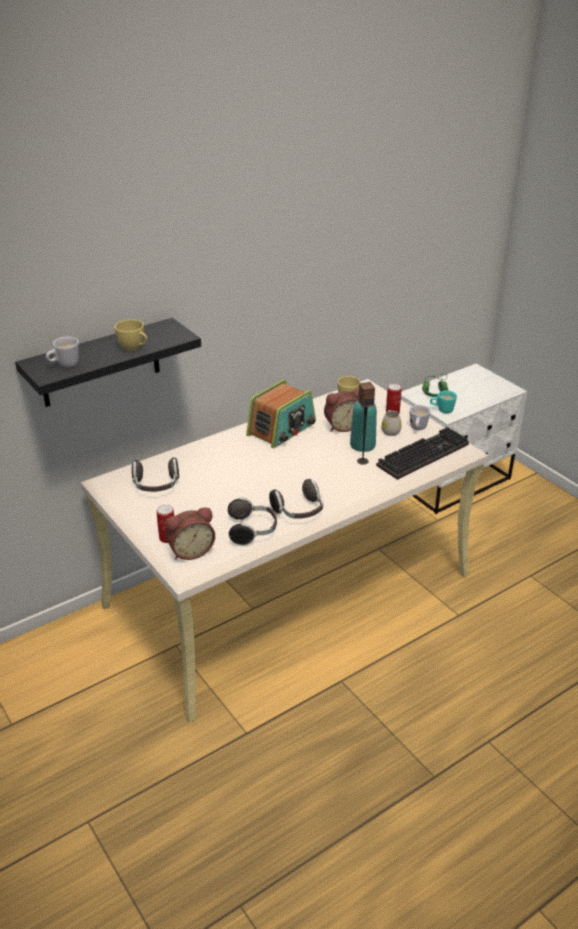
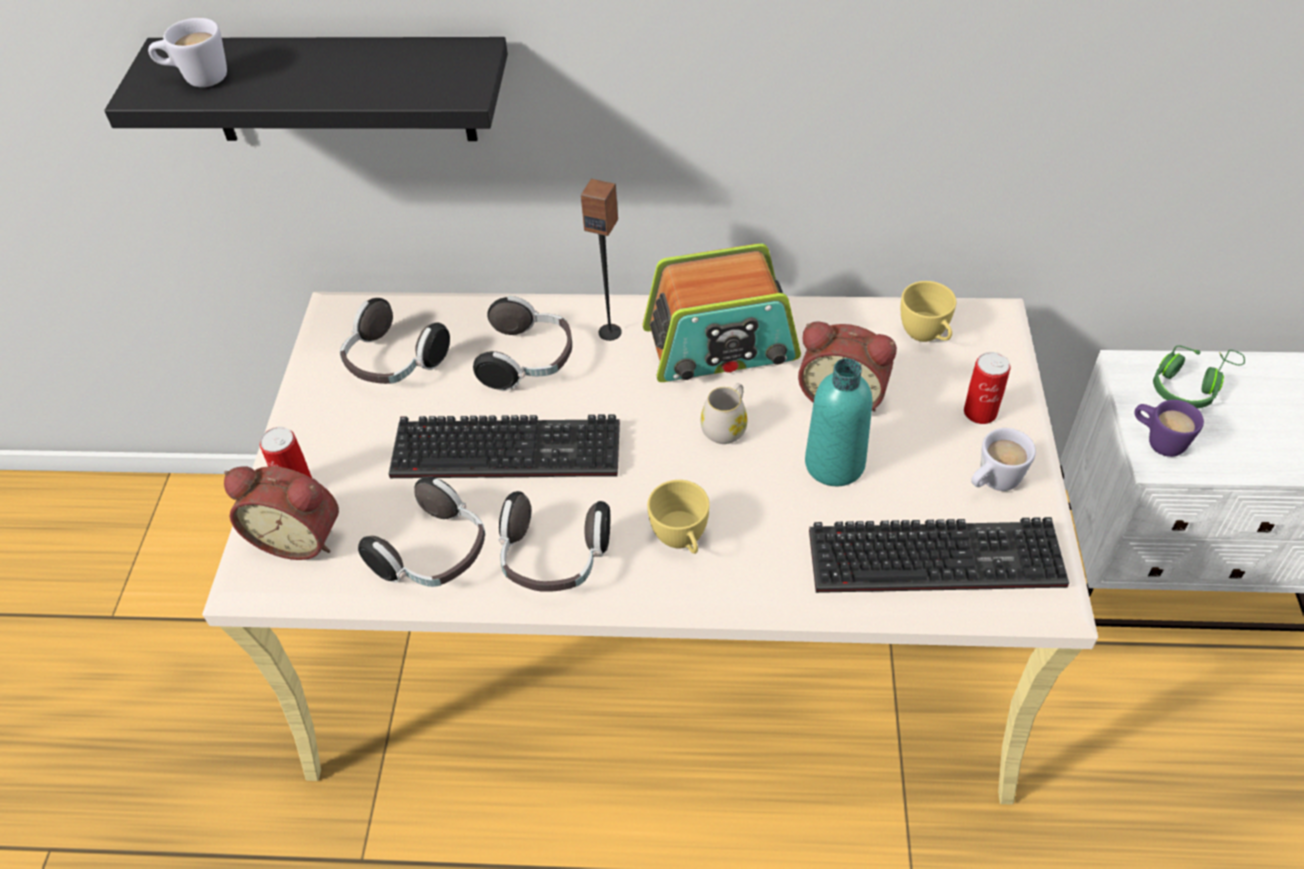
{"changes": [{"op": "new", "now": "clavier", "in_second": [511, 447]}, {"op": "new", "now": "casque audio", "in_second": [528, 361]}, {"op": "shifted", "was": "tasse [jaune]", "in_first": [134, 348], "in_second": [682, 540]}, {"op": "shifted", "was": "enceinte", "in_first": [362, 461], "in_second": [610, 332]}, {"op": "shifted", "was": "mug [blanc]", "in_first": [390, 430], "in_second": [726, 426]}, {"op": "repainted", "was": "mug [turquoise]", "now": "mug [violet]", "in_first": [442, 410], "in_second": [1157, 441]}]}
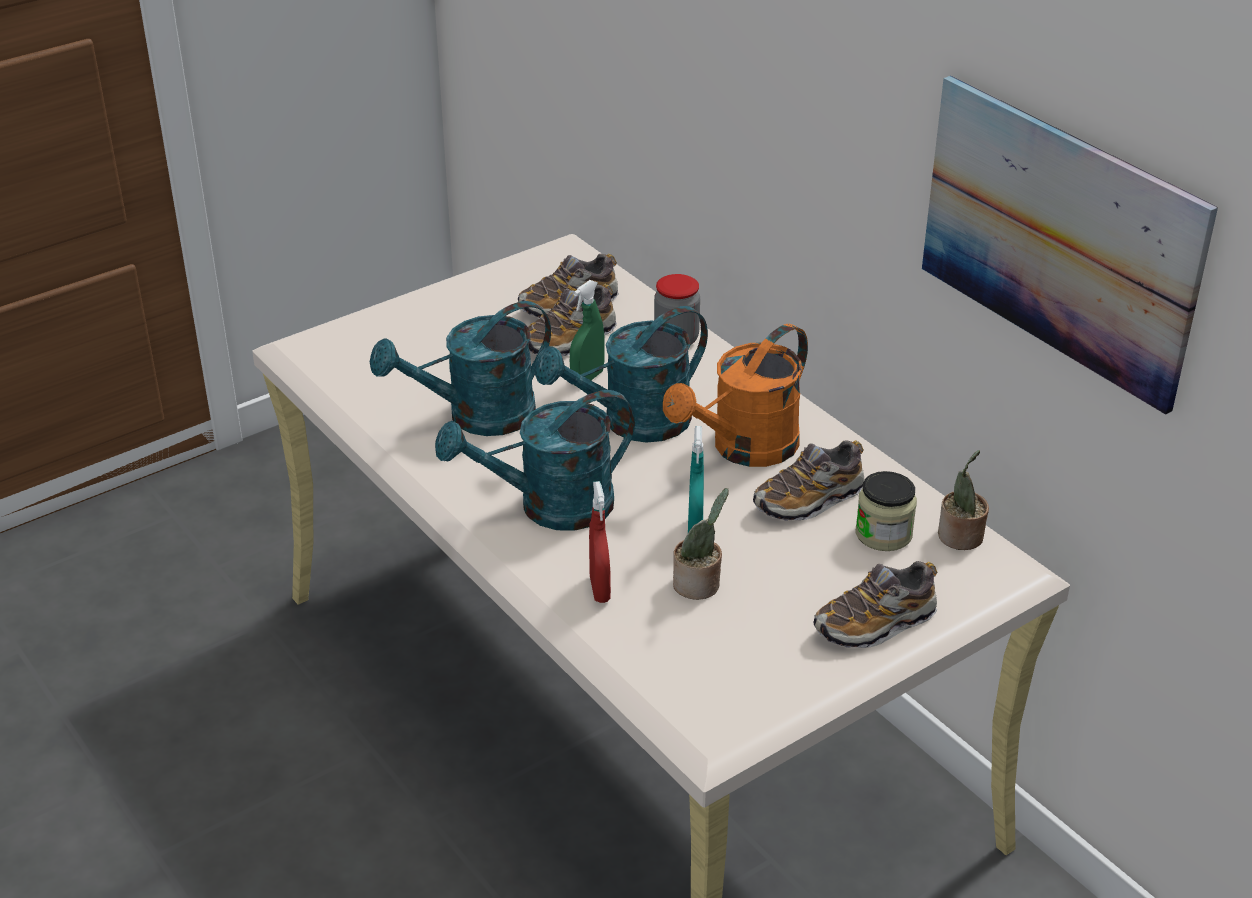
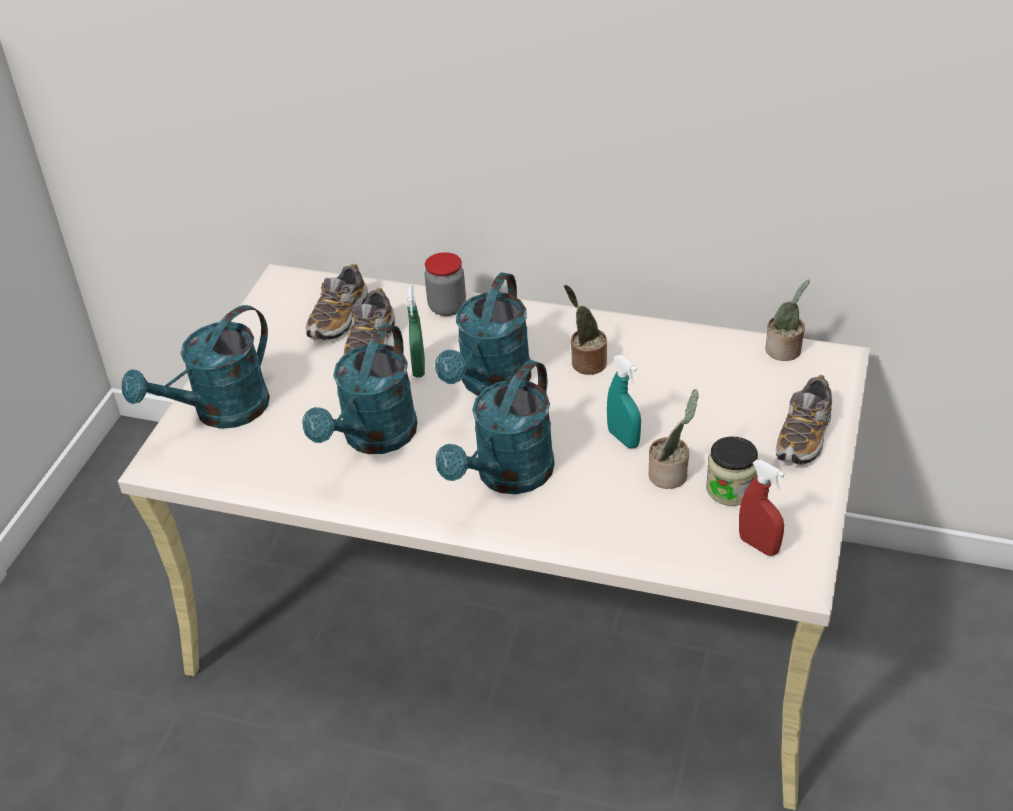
{"changes": [{"op": "gone", "was": "chaussure", "in_first": [809, 500]}, {"op": "gone", "was": "tableau", "in_first": [1058, 239]}, {"op": "new", "now": "arrosoir [turquoise]", "in_second": [220, 412]}, {"op": "shifted", "was": "vaporisateur [rouge]", "in_first": [599, 589], "in_second": [758, 545]}, {"op": "shifted", "was": "bocal", "in_first": [883, 534], "in_second": [730, 489]}, {"op": "swapped", "was": "arrosoir [orange]", "now": "plante en pot", "in_first": [744, 449], "in_second": [586, 363]}]}
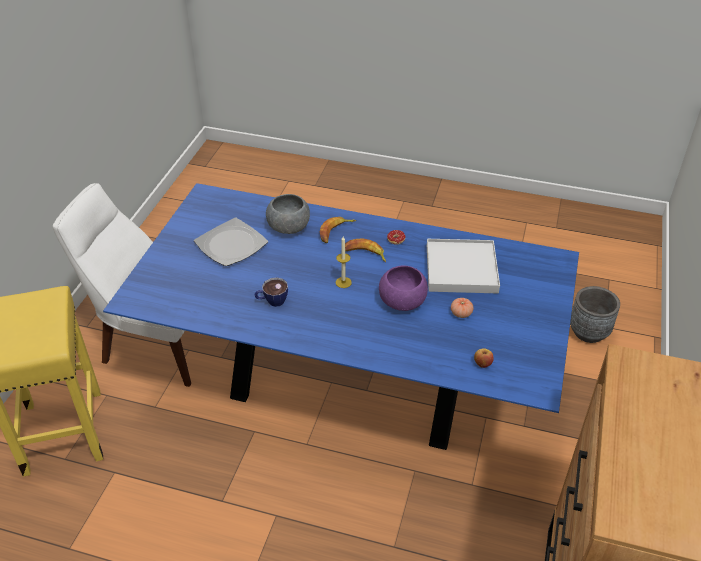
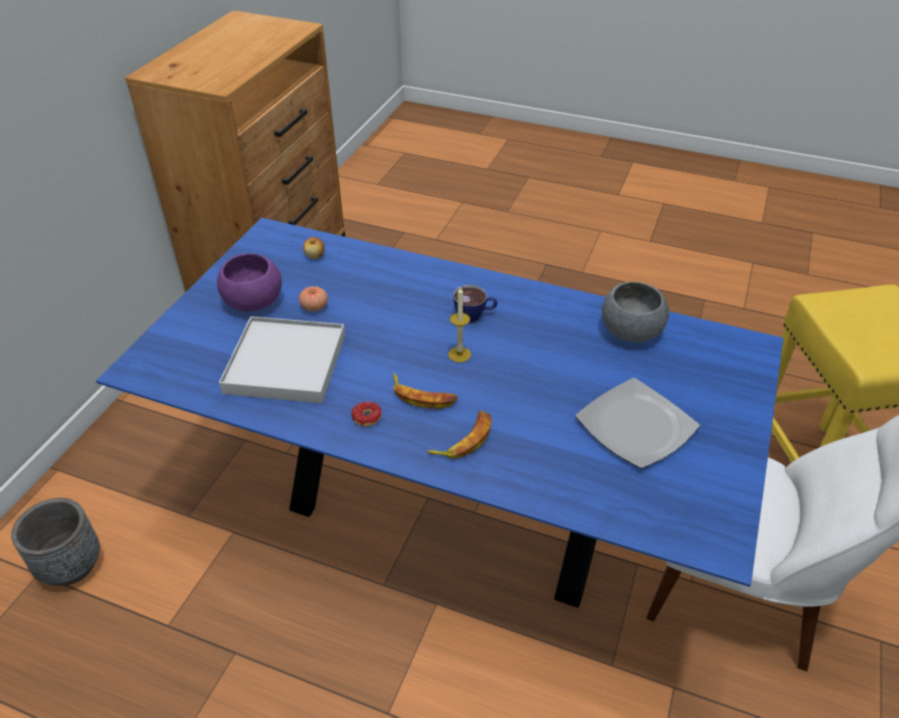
{"changes": [{"op": "shifted", "was": "tasse", "in_first": [272, 301], "in_second": [475, 315]}, {"op": "shifted", "was": "bol [gris]", "in_first": [289, 227], "in_second": [630, 331]}, {"op": "shifted", "was": "bol [violet]", "in_first": [402, 301], "in_second": [253, 301]}]}
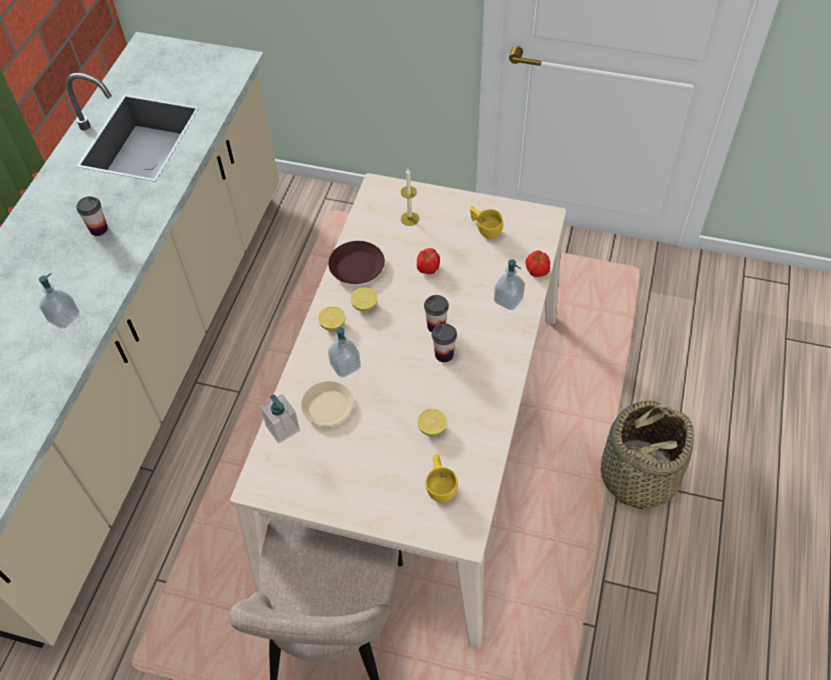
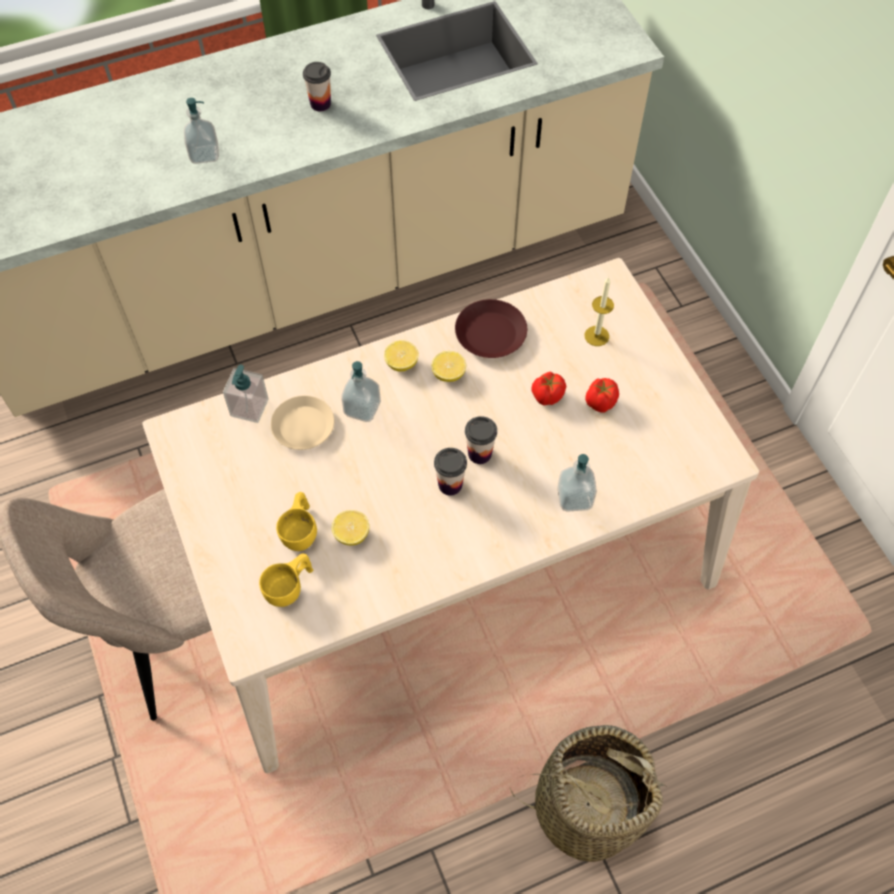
{"changes": [{"op": "shifted", "was": "tasse [jaune]", "in_first": [485, 229], "in_second": [301, 531]}, {"op": "shifted", "was": "tomate", "in_first": [537, 271], "in_second": [600, 402]}]}
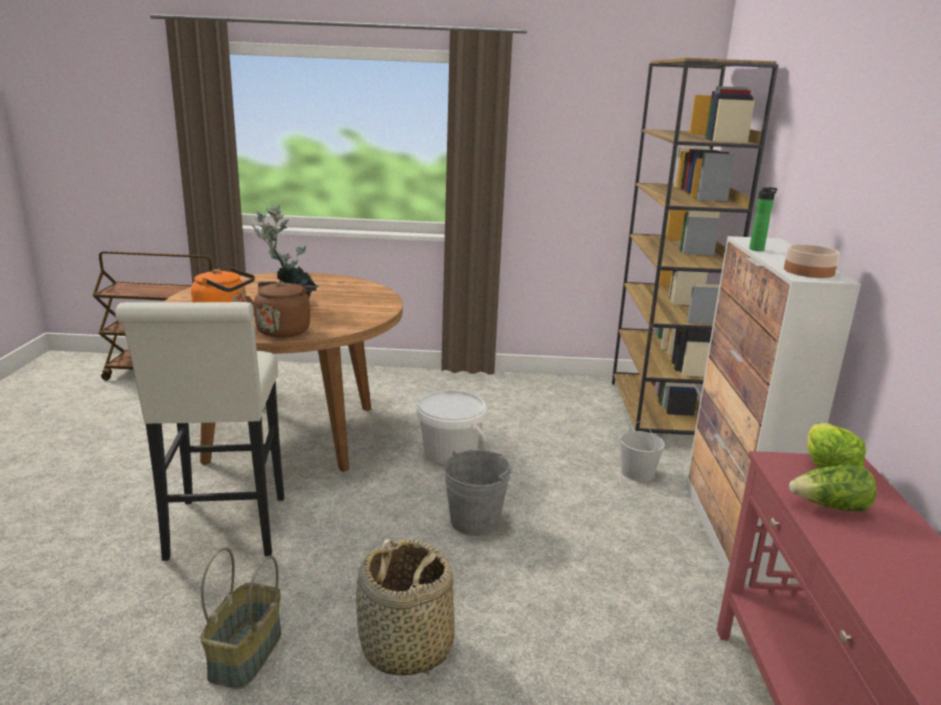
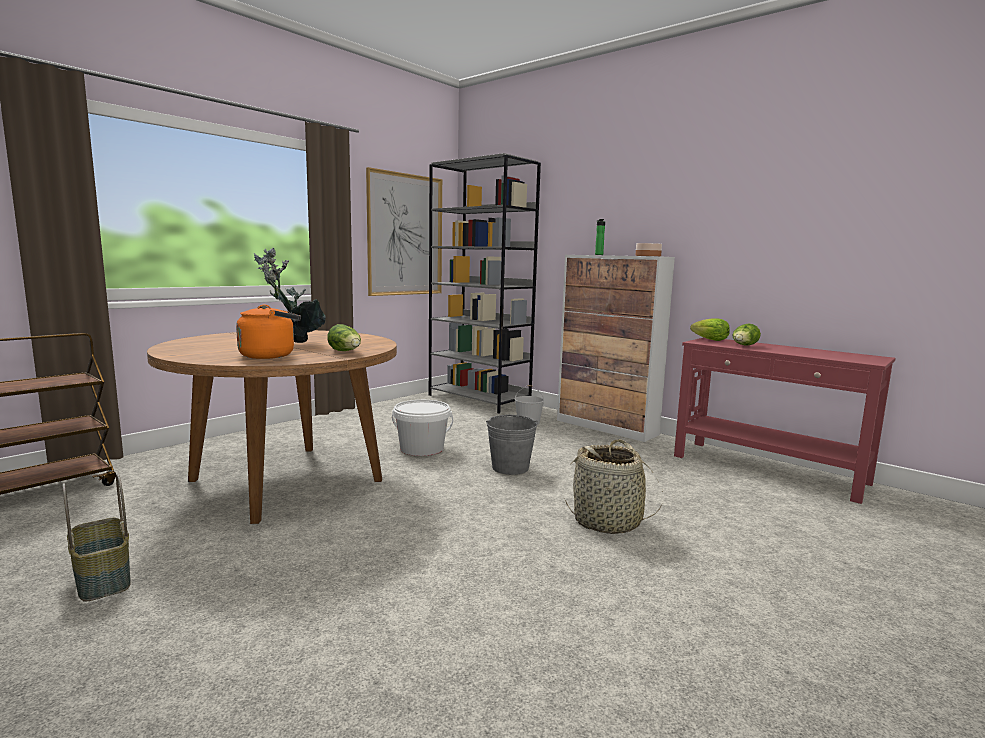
{"changes": [{"op": "gone", "was": "tabouret [blanc]", "in_first": [224, 533]}, {"op": "new", "now": "tableau", "in_second": [405, 235]}, {"op": "shifted", "was": "panier", "in_first": [246, 655], "in_second": [104, 578]}, {"op": "swapped", "was": "bouilloire [marron]", "now": "laitue", "in_first": [284, 330], "in_second": [346, 352]}, {"op": "repainted", "was": "bibliothèque [marron]", "now": "bibliothèque [gris]", "in_first": [657, 412], "in_second": [479, 399]}]}
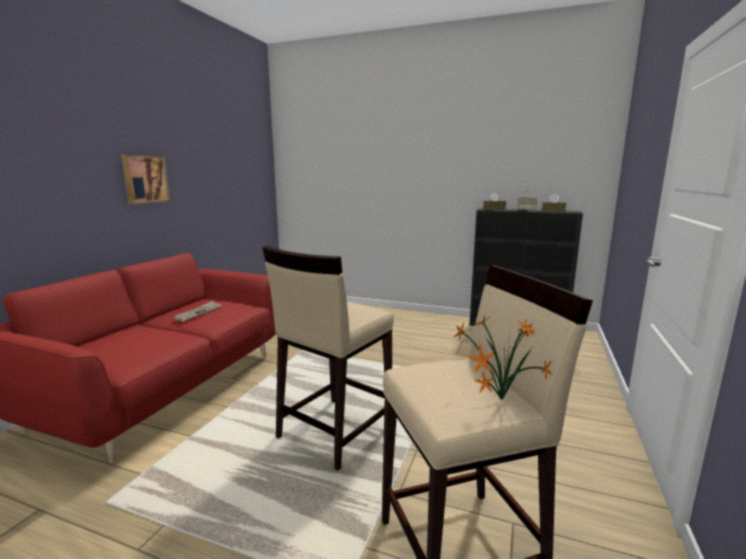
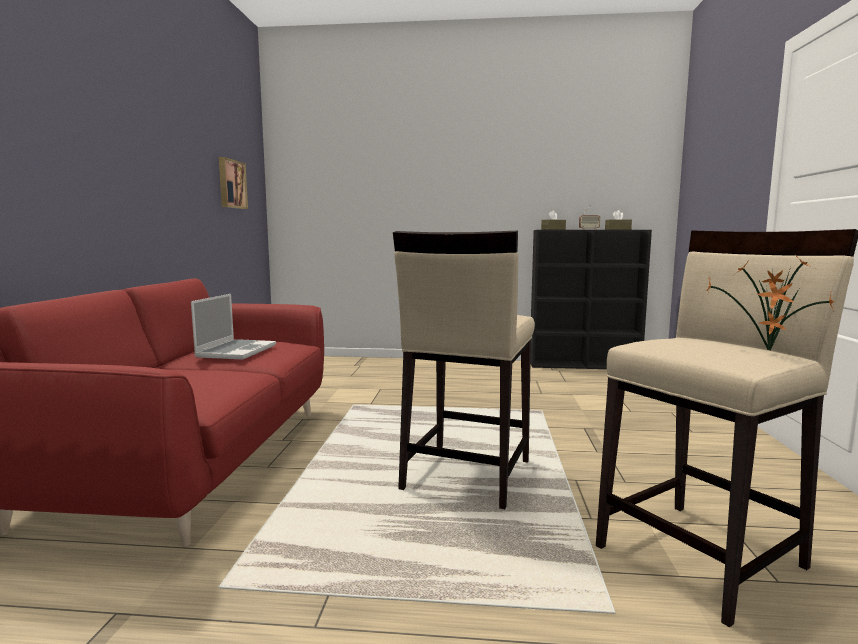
{"changes": [{"op": "shifted", "was": "tableau", "in_first": [144, 179], "in_second": [231, 184]}, {"op": "swapped", "was": "journal", "now": "ordinateur portable", "in_first": [198, 313], "in_second": [236, 351]}]}
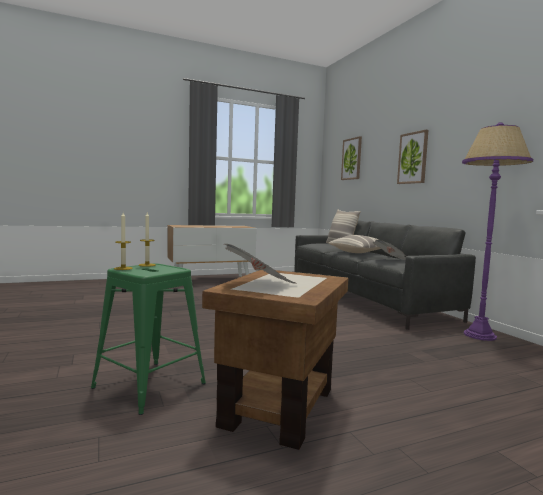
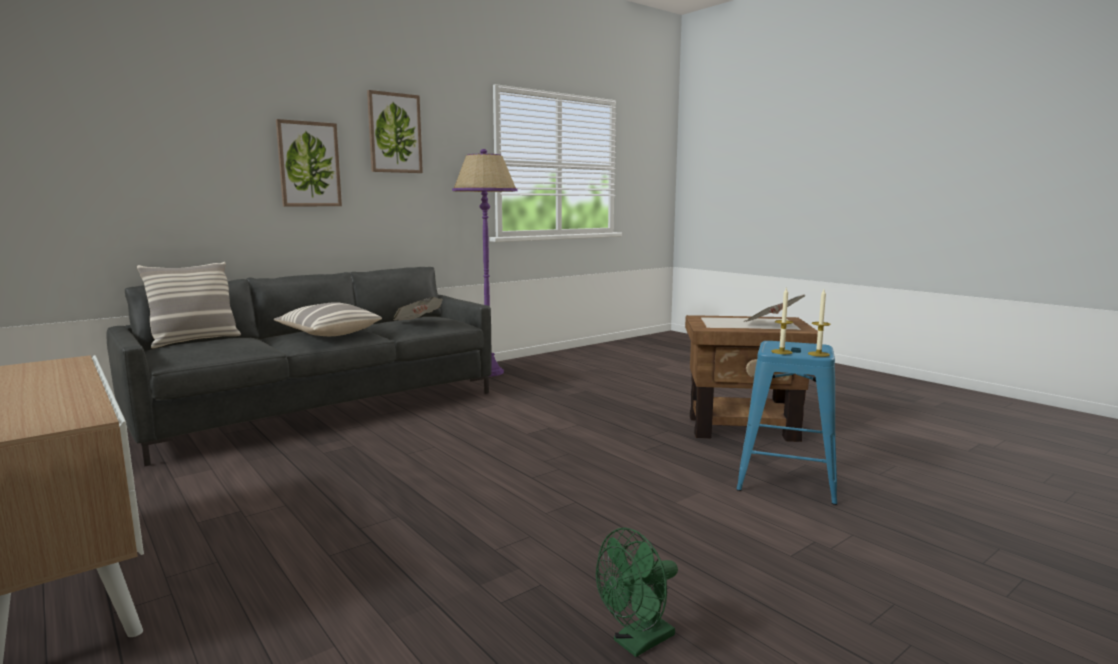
{"changes": [{"op": "new", "now": "ventilateur [vert]", "in_second": [637, 643]}, {"op": "shifted", "was": "tableau", "in_first": [352, 159], "in_second": [394, 133]}, {"op": "repainted", "was": "tabouret [vert]", "now": "tabouret [bleu]", "in_first": [149, 385], "in_second": [787, 479]}]}
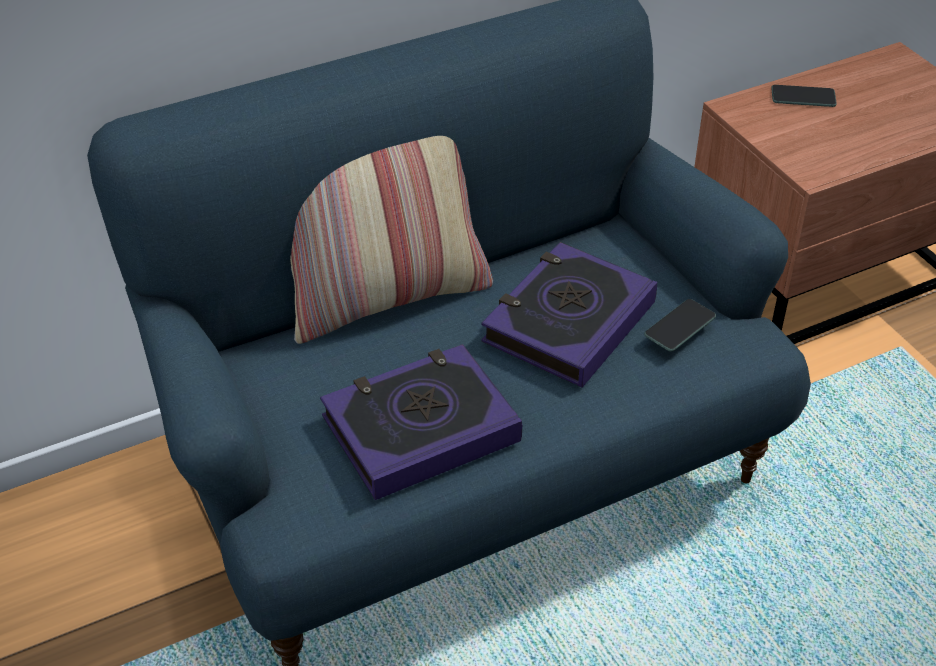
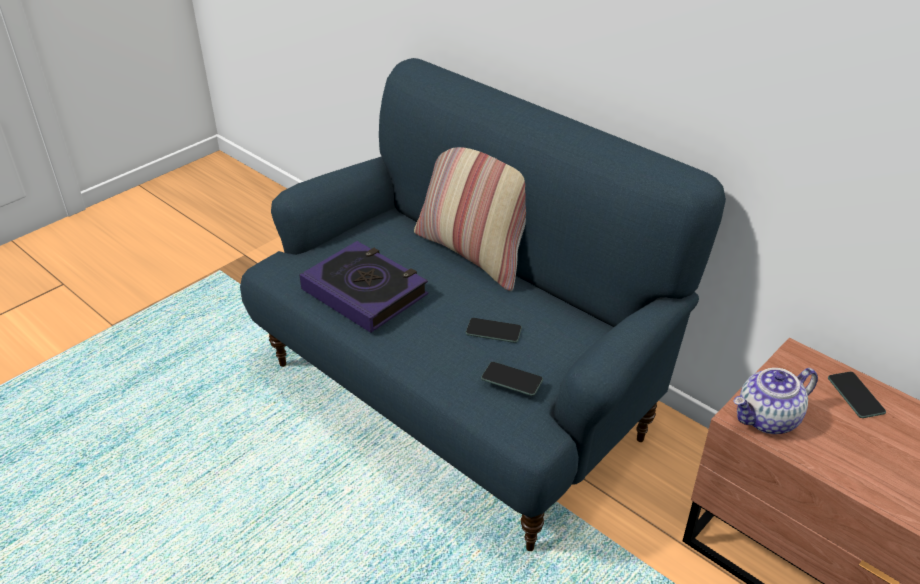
{"changes": [{"op": "new", "now": "théière", "in_second": [768, 419]}, {"op": "swapped", "was": "livre", "now": "téléphone", "in_first": [568, 322], "in_second": [493, 331]}]}
